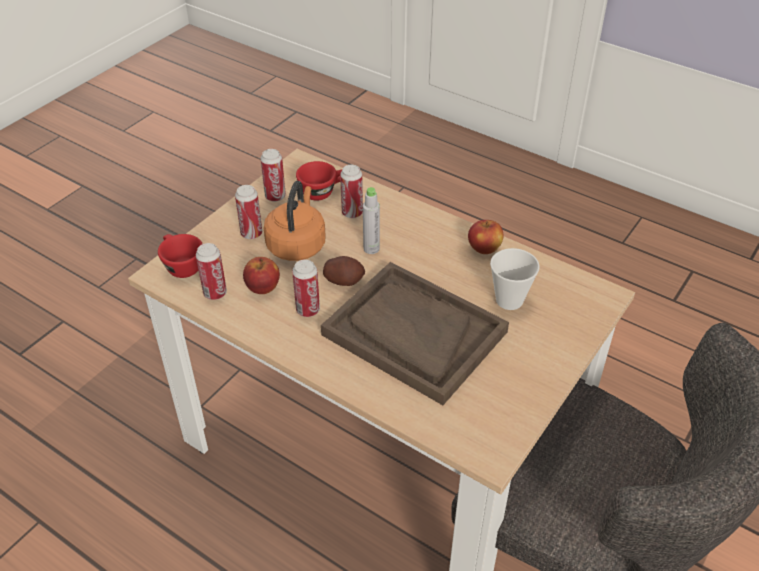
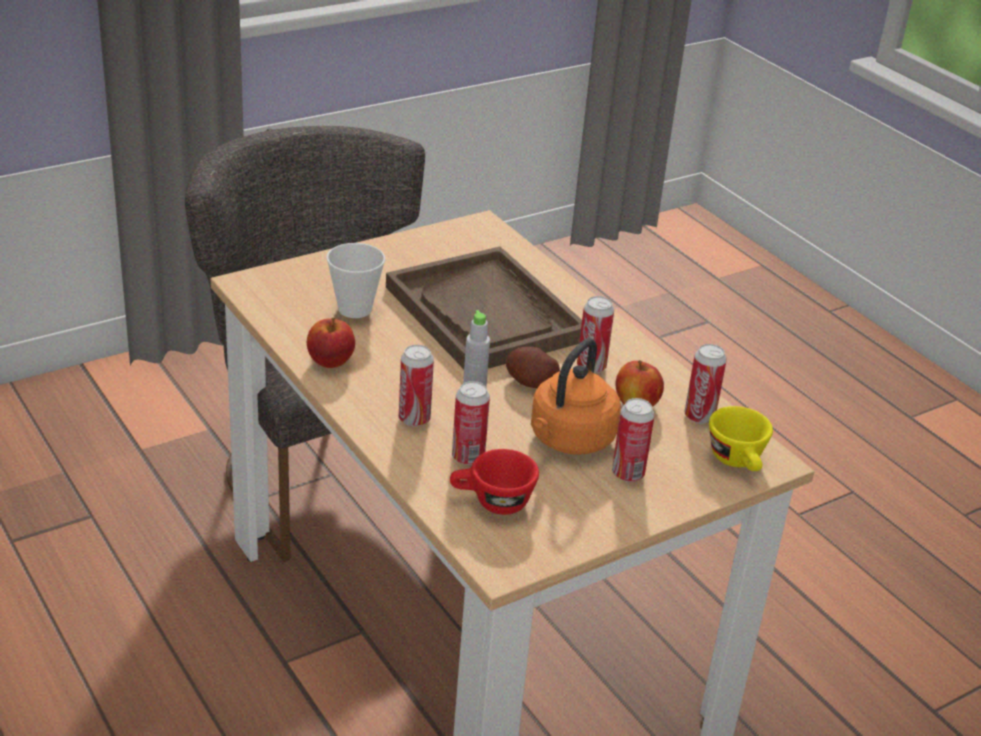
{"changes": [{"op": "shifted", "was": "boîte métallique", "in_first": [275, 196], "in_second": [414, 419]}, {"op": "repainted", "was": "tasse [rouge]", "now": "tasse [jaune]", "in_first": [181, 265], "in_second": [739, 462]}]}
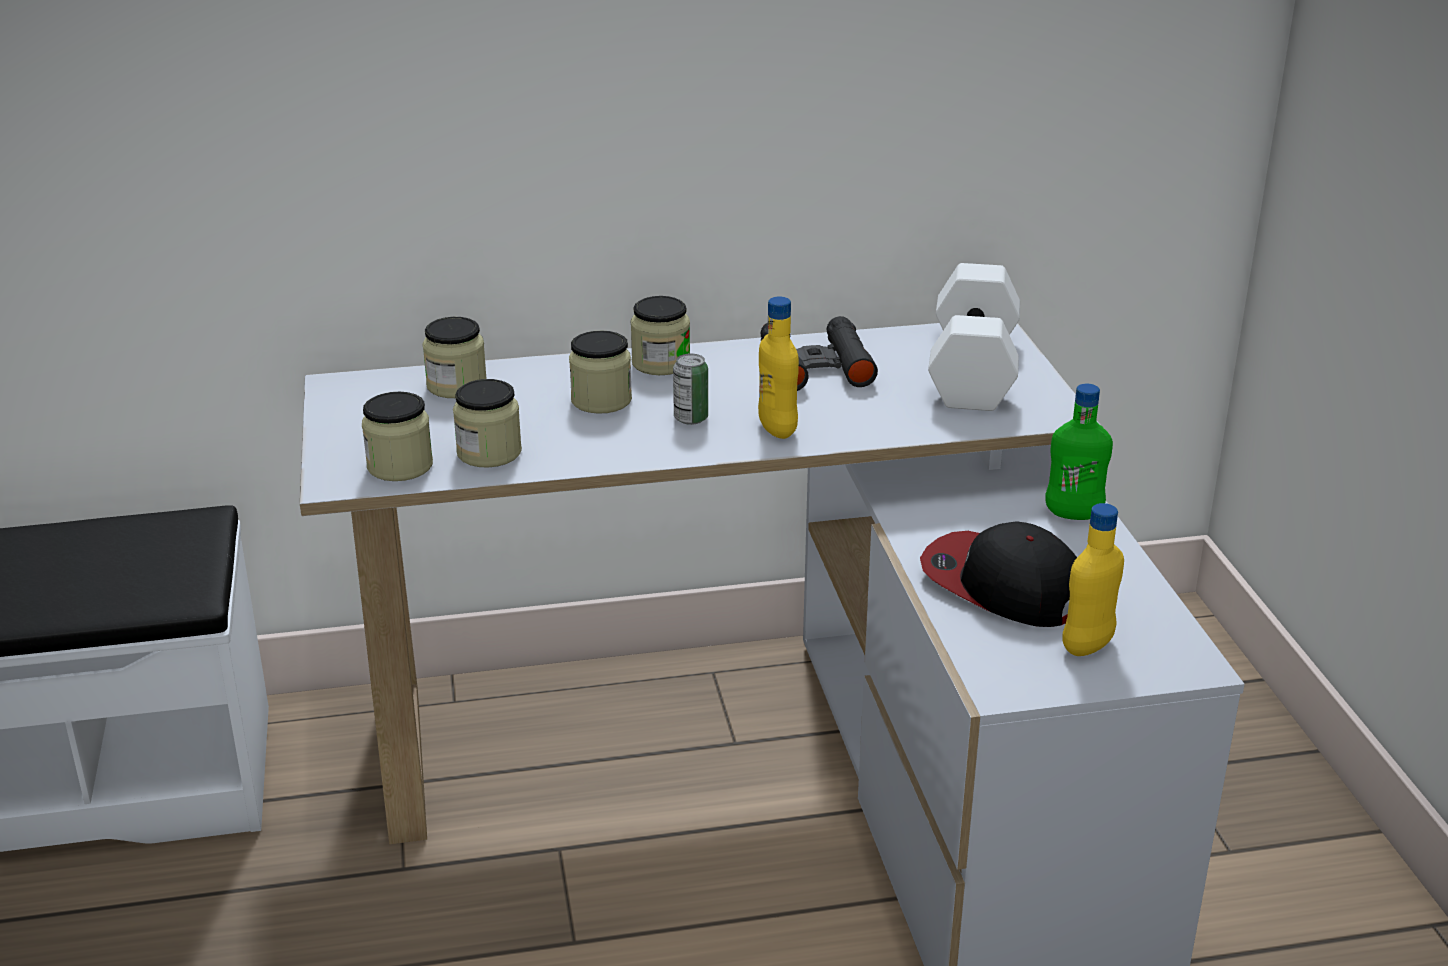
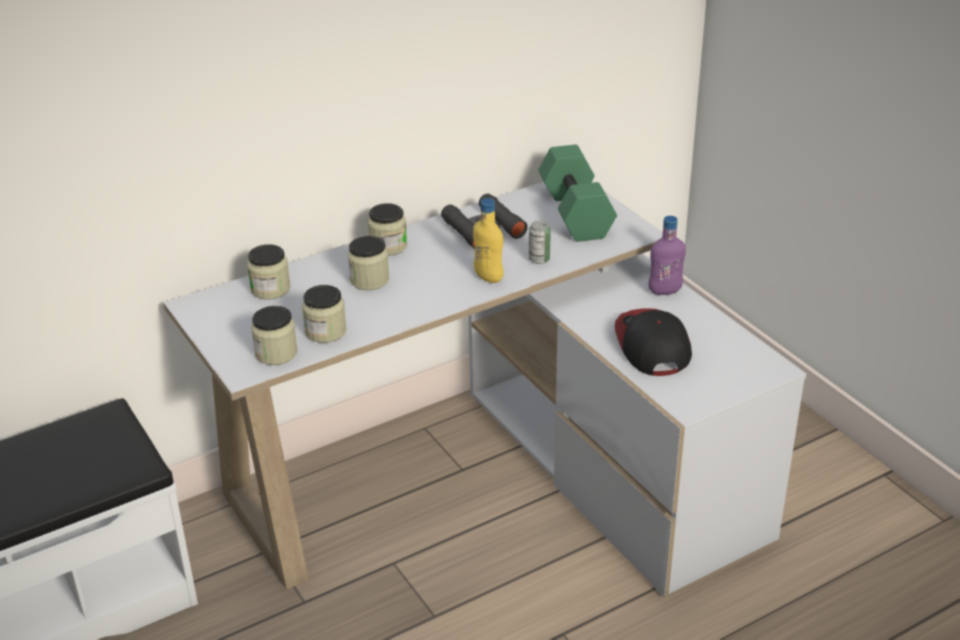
{"changes": [{"op": "gone", "was": "bouteille [jaune]", "in_first": [1087, 646]}, {"op": "shifted", "was": "boîte métallique", "in_first": [691, 418], "in_second": [539, 259]}, {"op": "repainted", "was": "haltère [blanc]", "now": "haltère [vert]", "in_first": [975, 371], "in_second": [577, 213]}, {"op": "repainted", "was": "bouteille [vert]", "now": "bouteille [violet]", "in_first": [1073, 514], "in_second": [664, 291]}, {"op": "rotated", "was": "casquette", "in_first": [1001, 585], "in_second": [651, 345], "clockwise": 60}]}
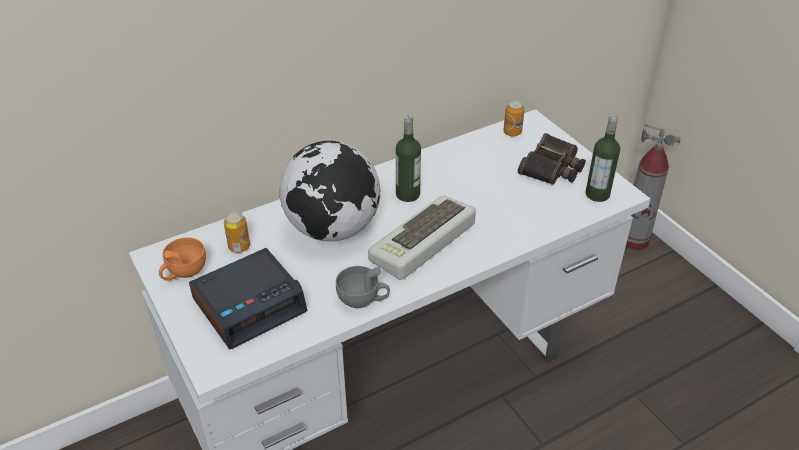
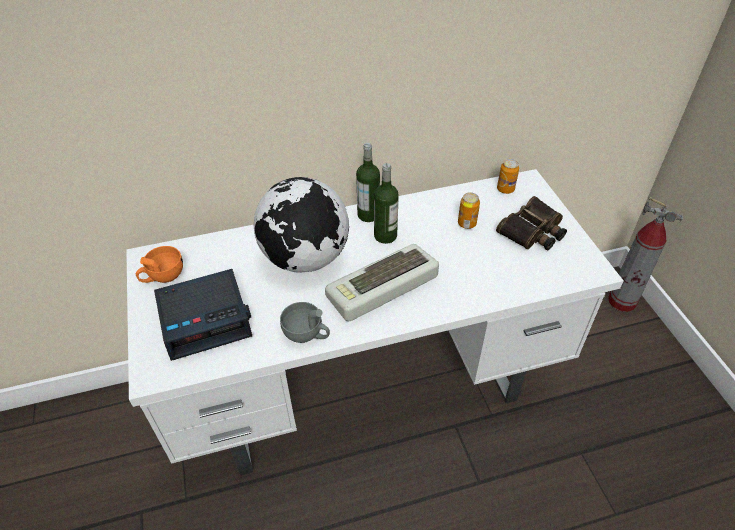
{"changes": [{"op": "shifted", "was": "boîte métallique", "in_first": [239, 247], "in_second": [467, 223]}, {"op": "shifted", "was": "bouteille", "in_first": [597, 194], "in_second": [368, 215]}]}
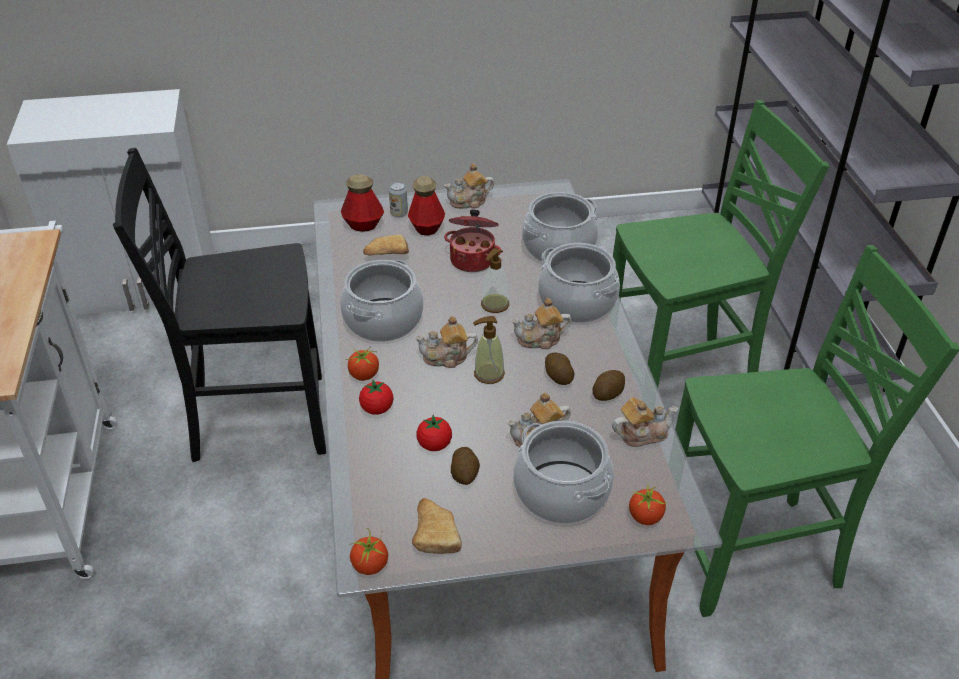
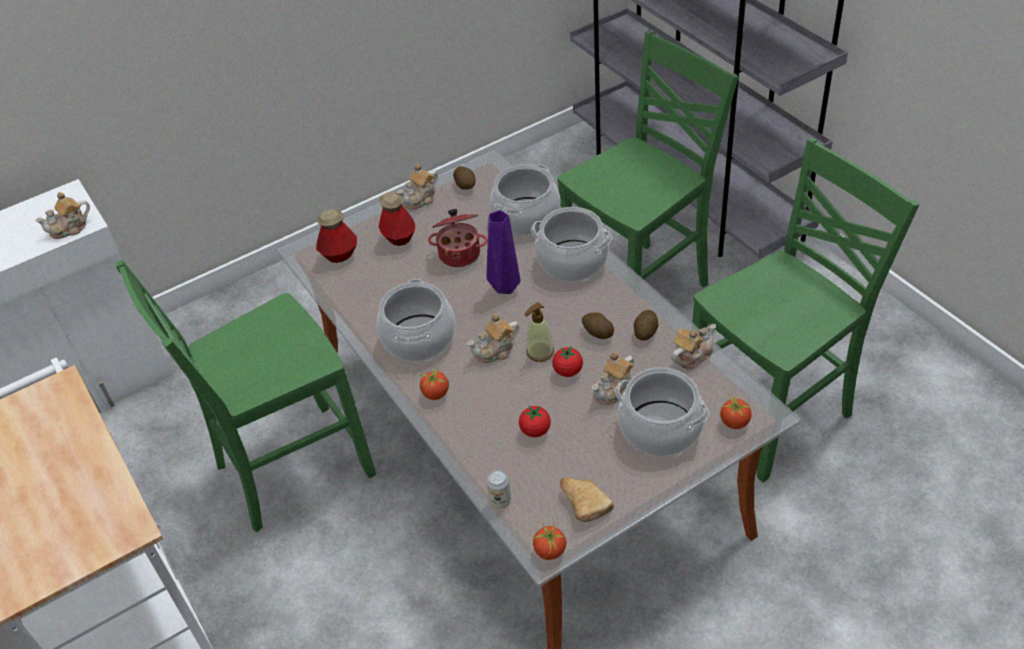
{"changes": [{"op": "gone", "was": "pain", "in_first": [385, 254]}, {"op": "shifted", "was": "tomate", "in_first": [377, 409], "in_second": [568, 371]}, {"op": "shifted", "was": "boîte métallique", "in_first": [399, 213], "in_second": [500, 501]}, {"op": "shifted", "was": "pomme de terre", "in_first": [465, 474], "in_second": [465, 185]}, {"op": "shifted", "was": "théière", "in_first": [540, 339], "in_second": [70, 228]}, {"op": "swapped", "was": "distributeur de savon", "now": "vase [violet]", "in_first": [495, 304], "in_second": [505, 288]}, {"op": "repainted", "was": "chaise [noir]", "now": "chaise [vert]", "in_first": [256, 419], "in_second": [290, 469]}]}
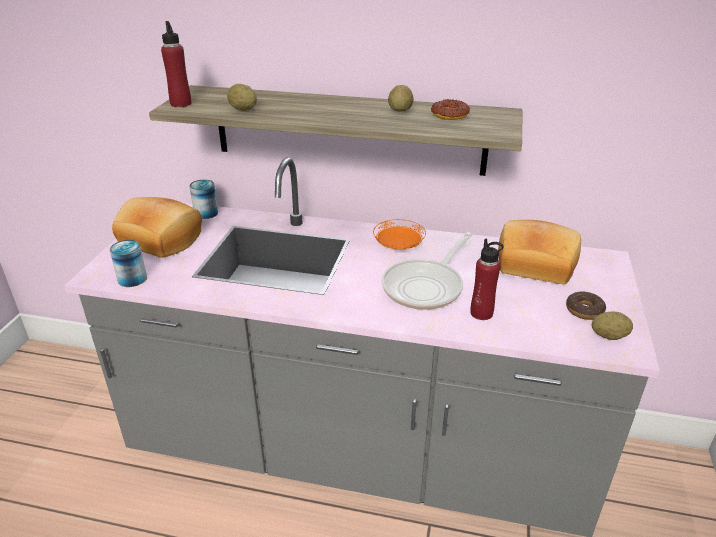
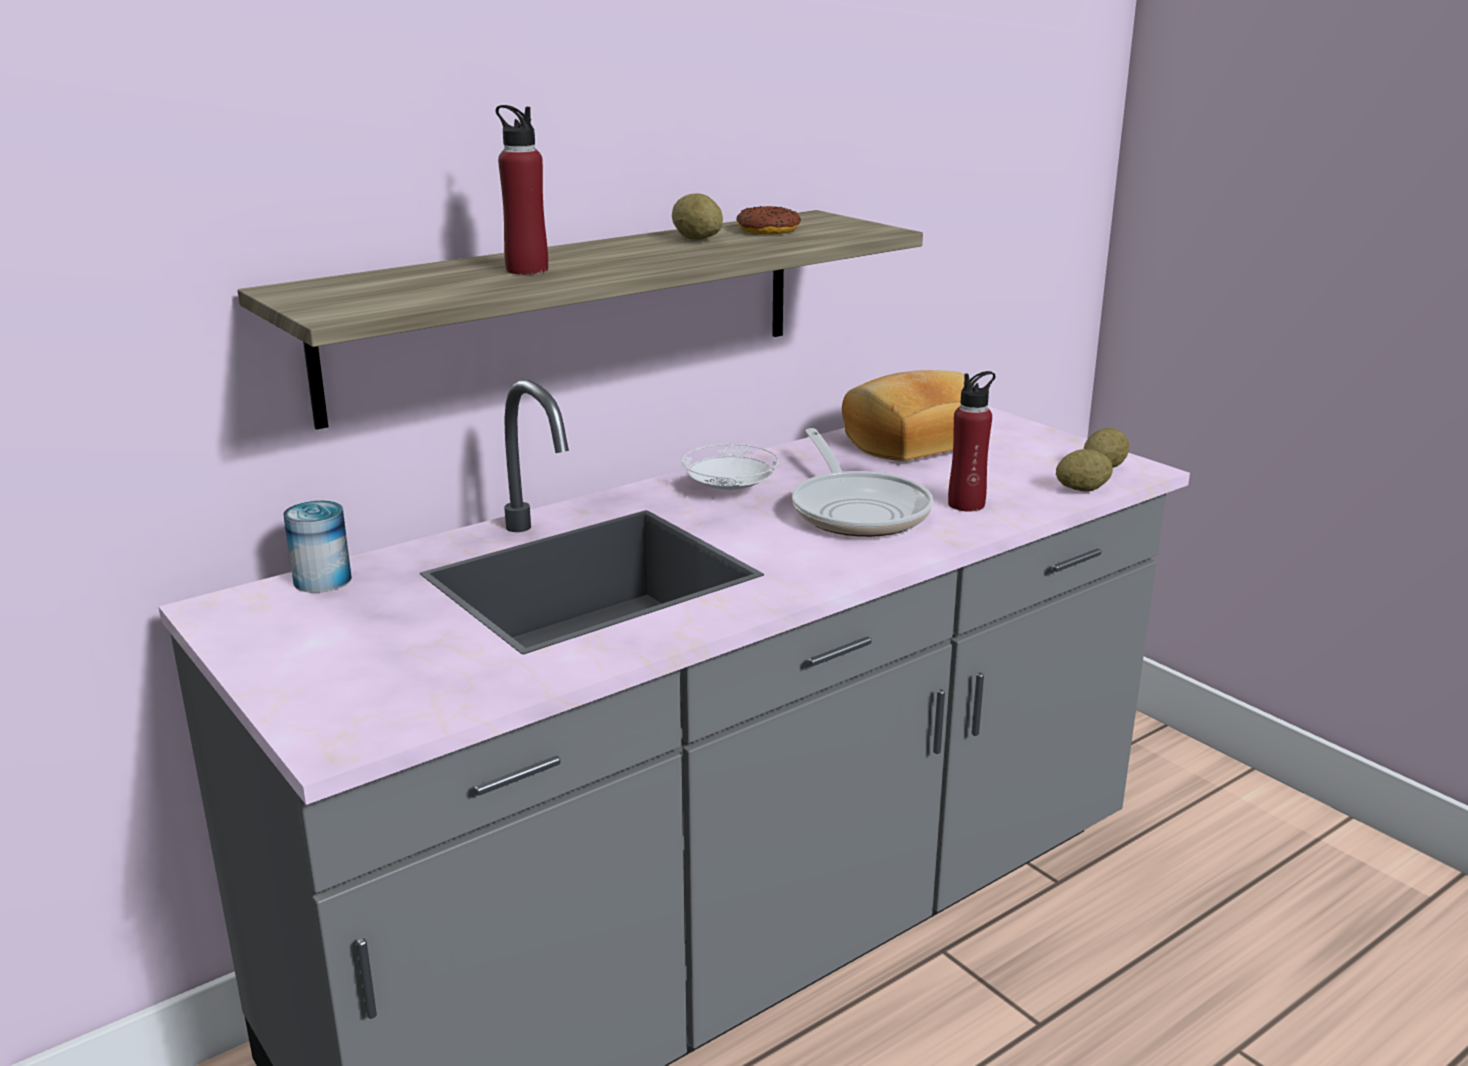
{"changes": [{"op": "gone", "was": "boîte métallique", "in_first": [132, 279]}, {"op": "gone", "was": "pain", "in_first": [159, 240]}, {"op": "gone", "was": "beignet", "in_first": [584, 310]}, {"op": "shifted", "was": "bouteille [rouge]", "in_first": [181, 103], "in_second": [527, 270]}, {"op": "shifted", "was": "pomme de terre", "in_first": [243, 109], "in_second": [1082, 490]}, {"op": "repainted", "was": "assiette [orange]", "now": "assiette [blanc]", "in_first": [399, 247], "in_second": [730, 490]}]}
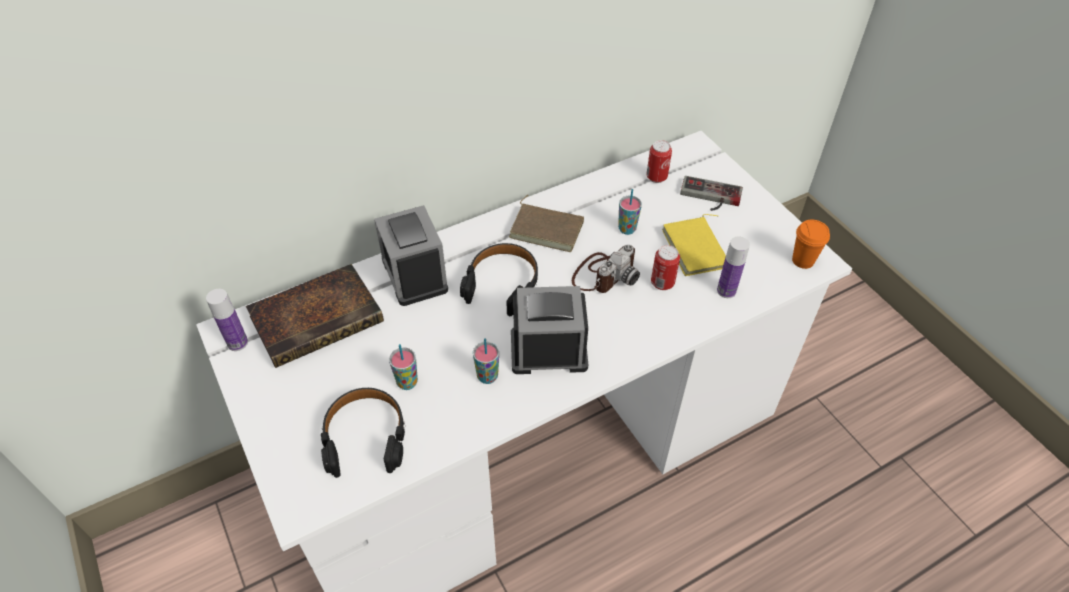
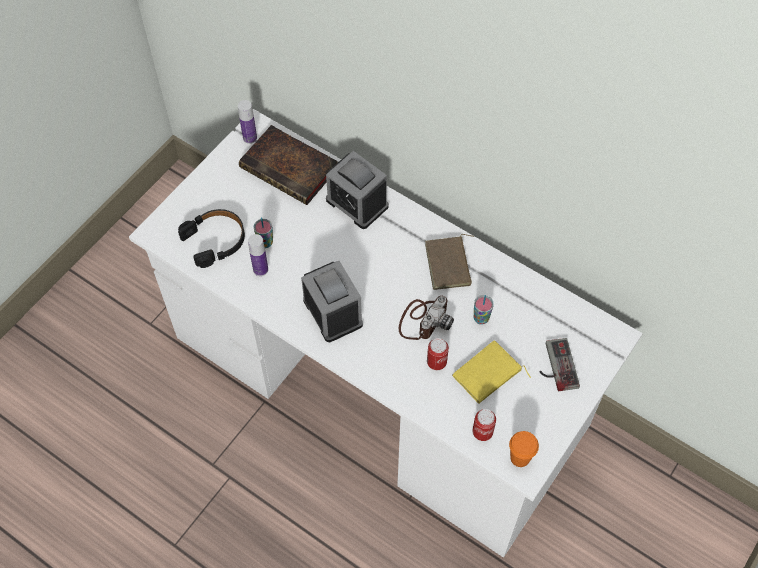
{"changes": [{"op": "gone", "was": "casque audio [noir]", "in_first": [502, 284]}, {"op": "gone", "was": "tasse", "in_first": [487, 376]}, {"op": "shifted", "was": "boîte métallique", "in_first": [656, 177], "in_second": [482, 432]}, {"op": "shifted", "was": "bouteille", "in_first": [726, 291], "in_second": [260, 269]}, {"op": "rotated", "was": "réveil", "in_first": [414, 275], "in_second": [357, 203], "clockwise": -90}, {"op": "rotated", "was": "appareil photo", "in_first": [604, 274], "in_second": [423, 320], "clockwise": -75}]}
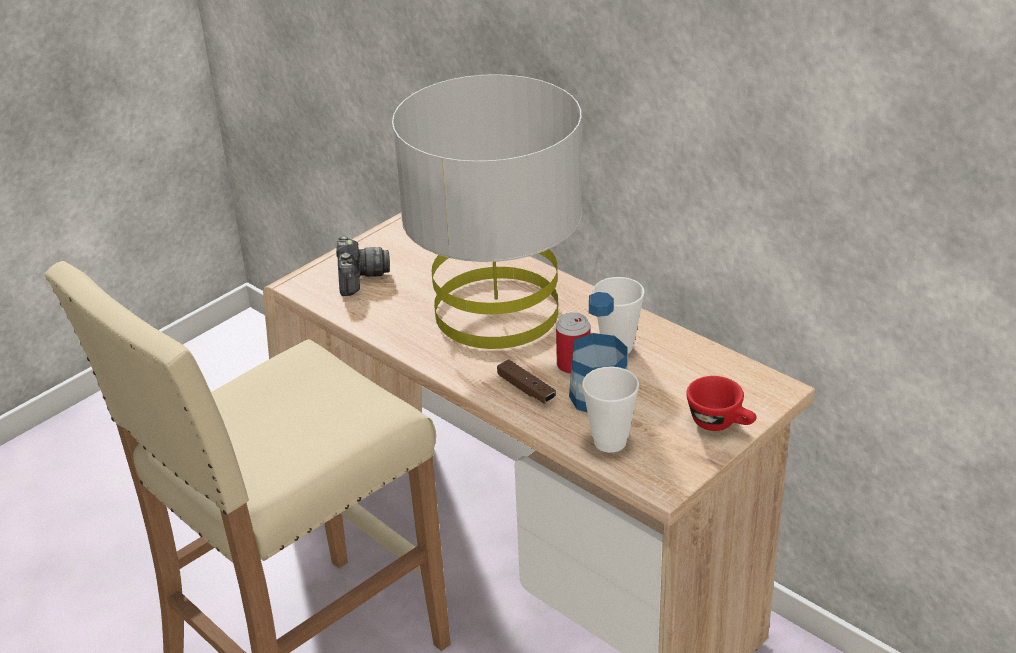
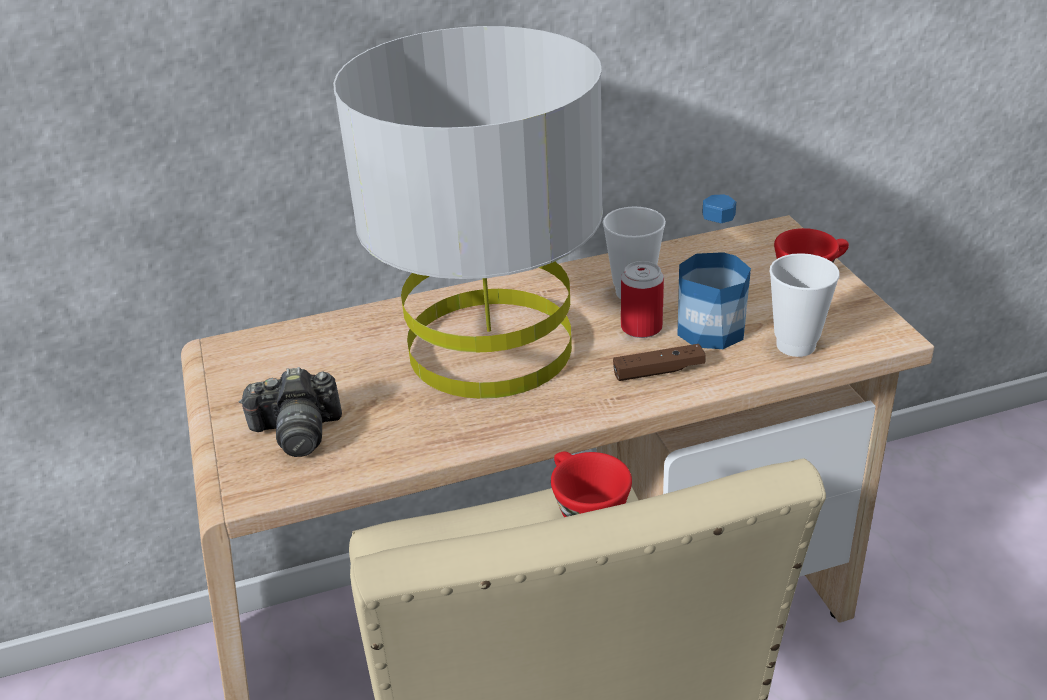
{"changes": [{"op": "new", "now": "tasse [rouge]", "in_second": [584, 509]}, {"op": "rotated", "was": "appareil photo", "in_first": [359, 278], "in_second": [297, 432], "clockwise": 150}]}
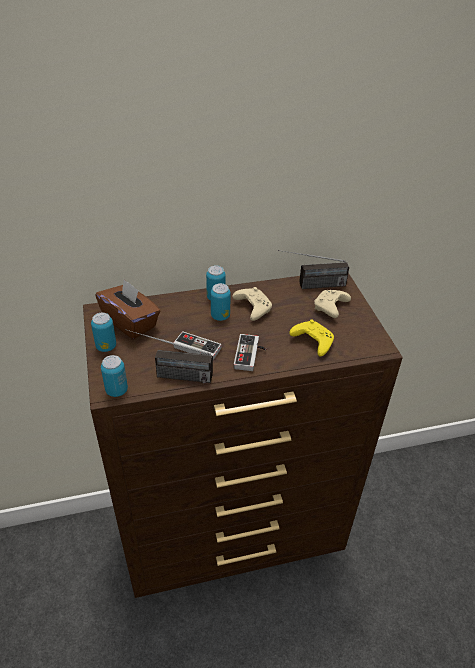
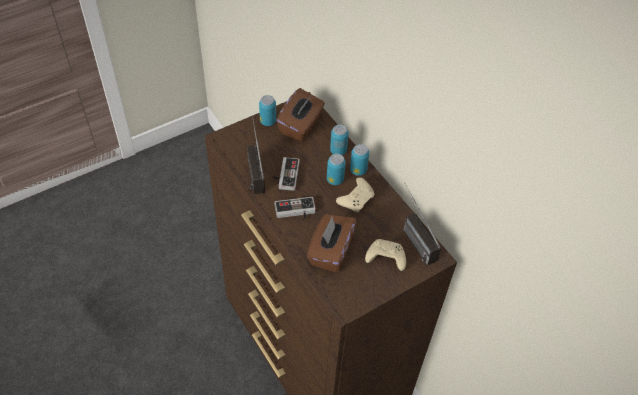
{"changes": [{"op": "shifted", "was": "boîte métallique", "in_first": [116, 390], "in_second": [338, 150]}, {"op": "swapped", "was": "manette [jaune]", "now": "boîte à mouchoirs [marron]", "in_first": [312, 342], "in_second": [330, 252]}]}
